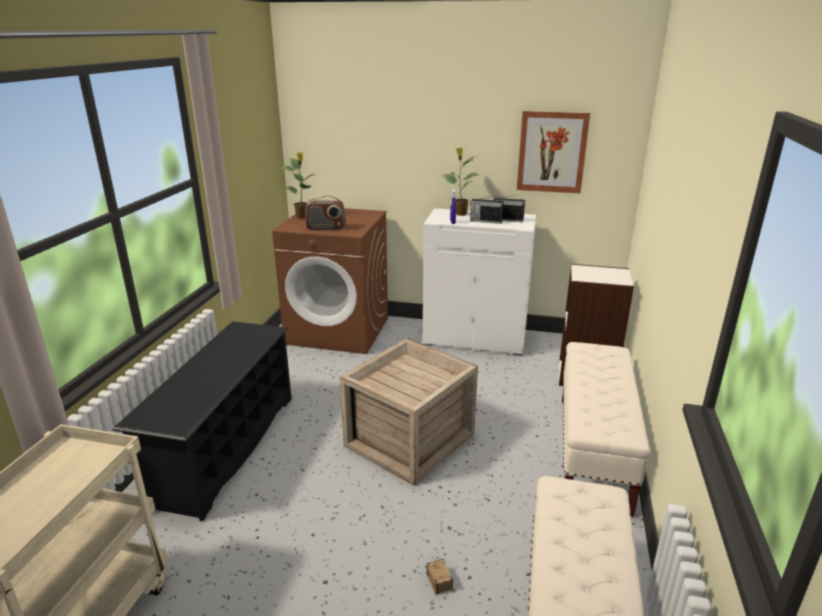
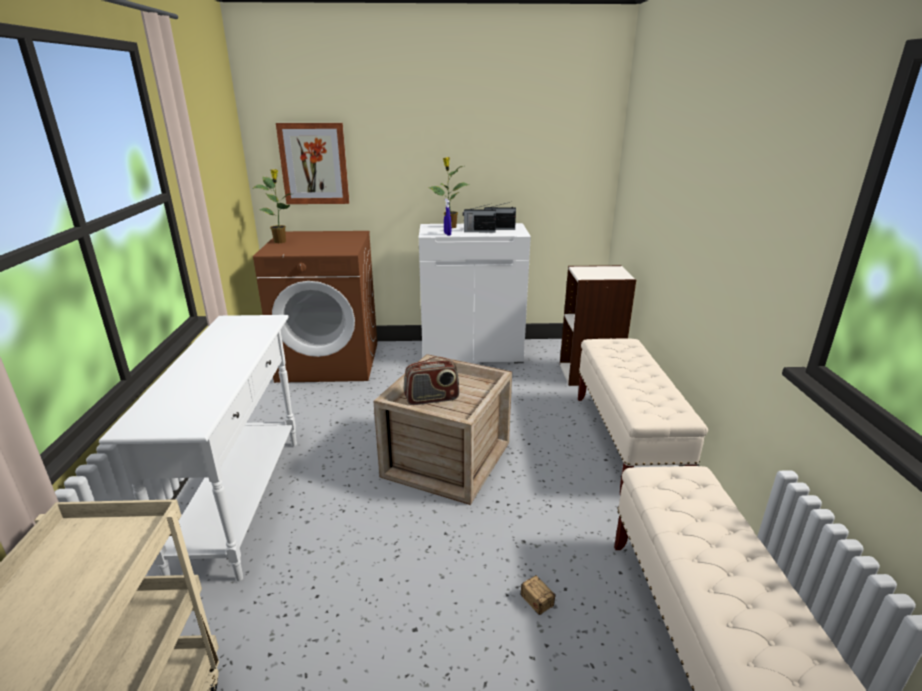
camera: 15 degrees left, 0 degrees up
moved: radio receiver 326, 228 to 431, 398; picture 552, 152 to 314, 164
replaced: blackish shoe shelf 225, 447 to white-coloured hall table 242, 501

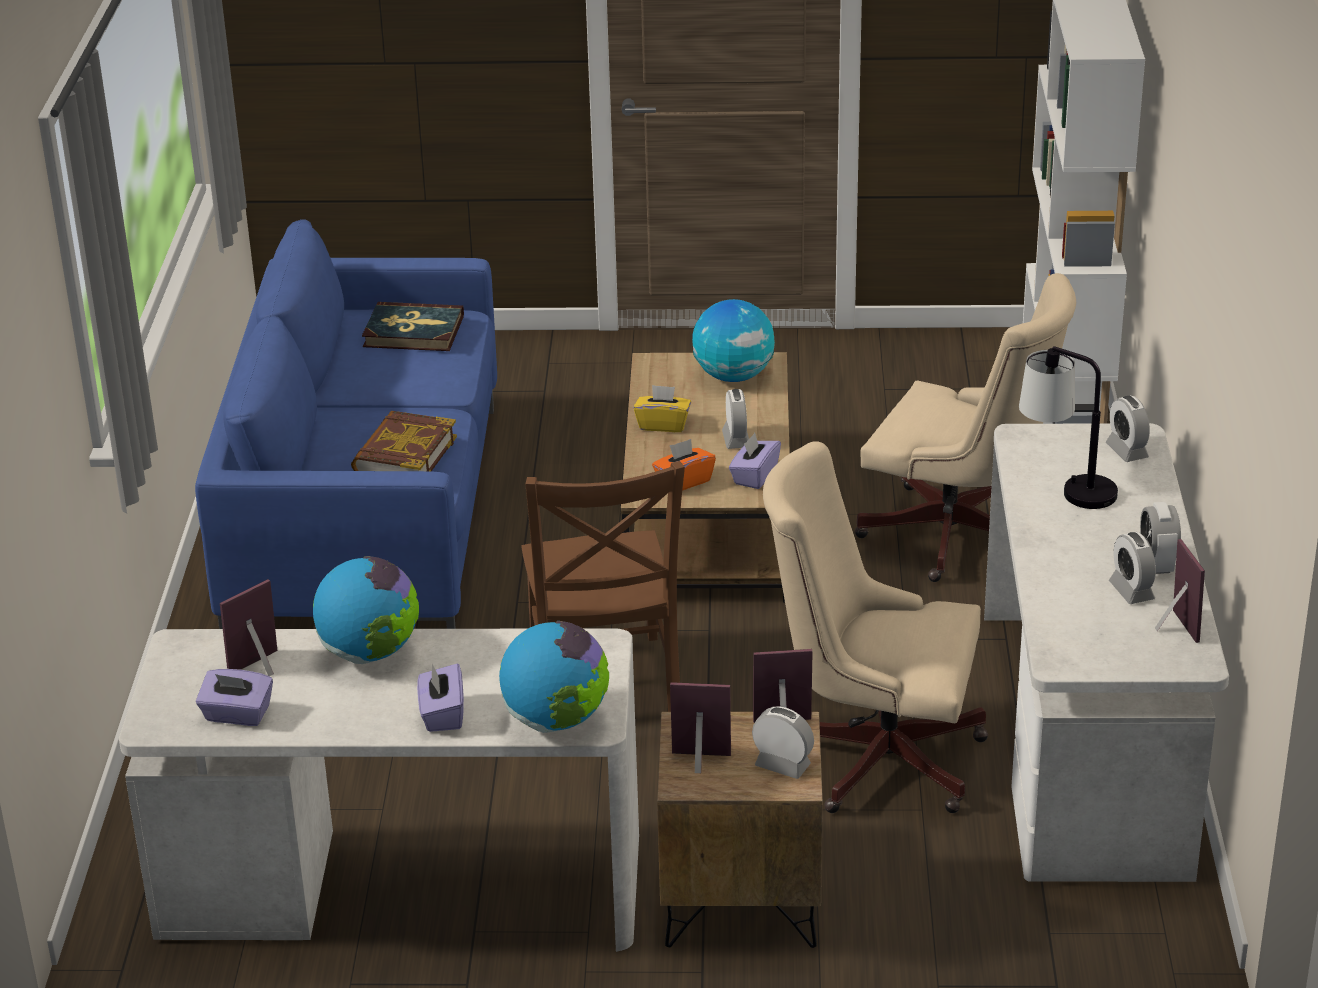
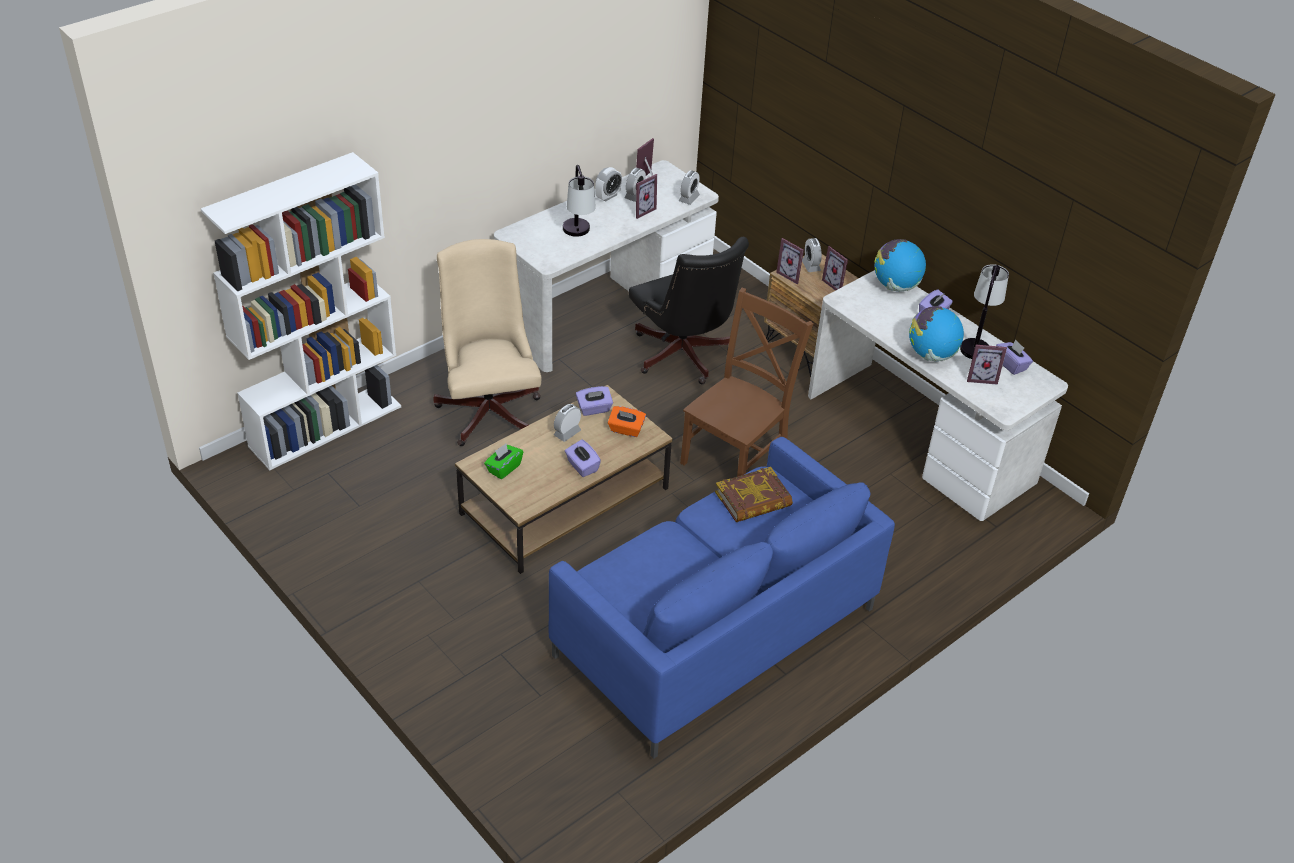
camera: 135 degrees left, 10 degrees up
removed: bound book 413, 331
added: standing frame 641, 210; table lamp 976, 342
moved: alarm clock 1127, 451 to 689, 198
replaced: desk globe 733, 376 to greenish tissue holder 504, 468
recoloured: yellow-coloured tissue holder 663, 425 to purple-coloured tissue holder 582, 466; beige-coloured computer chair 873, 755 to blackish computer chair 683, 358

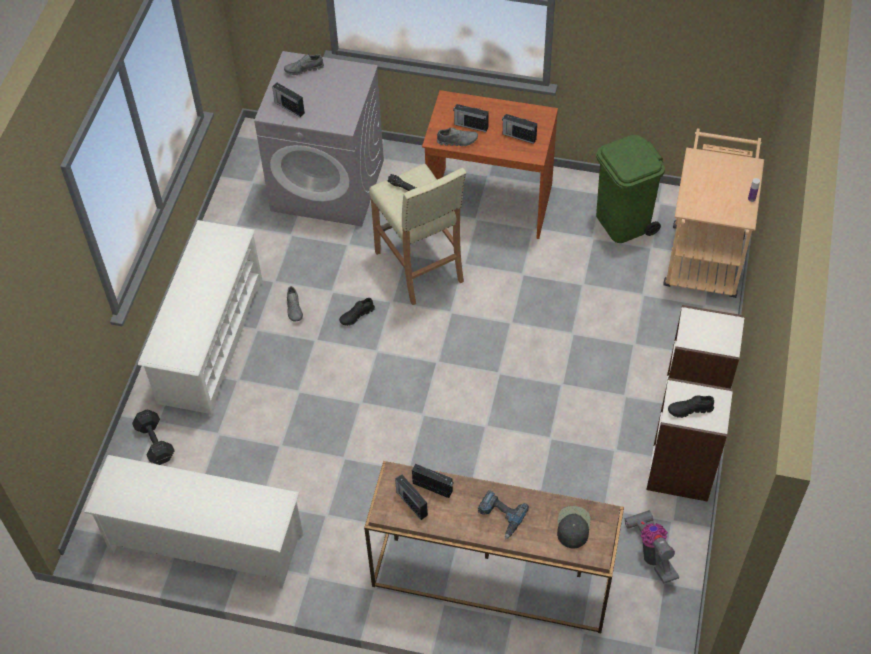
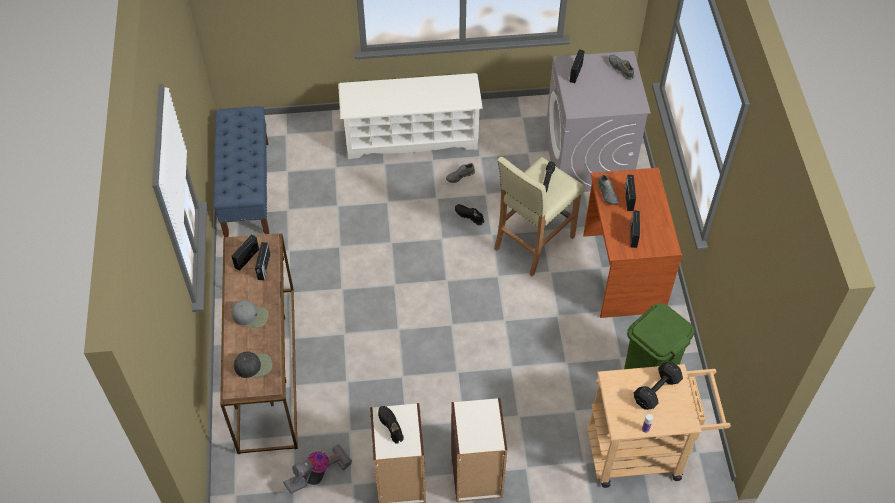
camera: 70 degrees right, 0 degrees up
moved: blackish dumbbell 155, 444 to 655, 391
replaced: white-coloured shoe shelf 205, 543 to blue-coloured indoor bench 246, 188; power drill 500, 516 to greyish peaked cap 250, 316

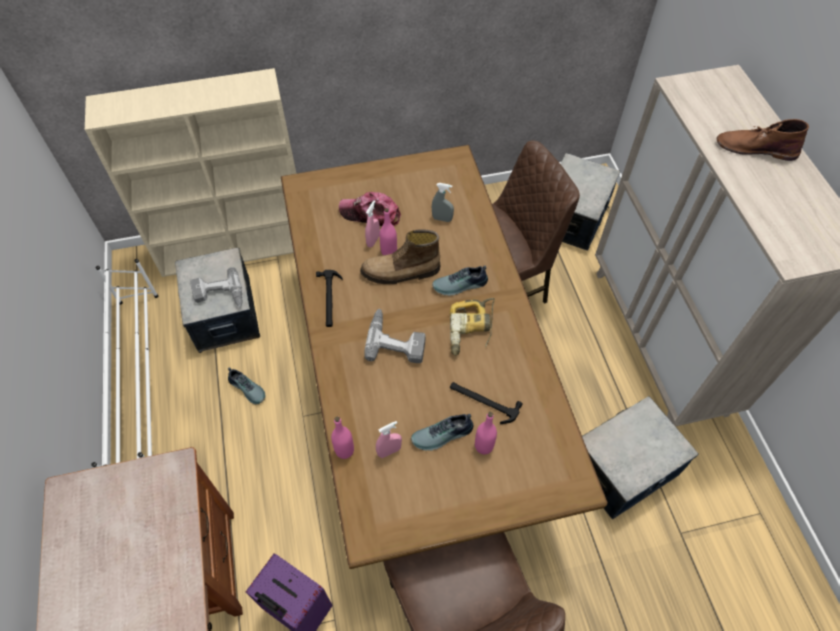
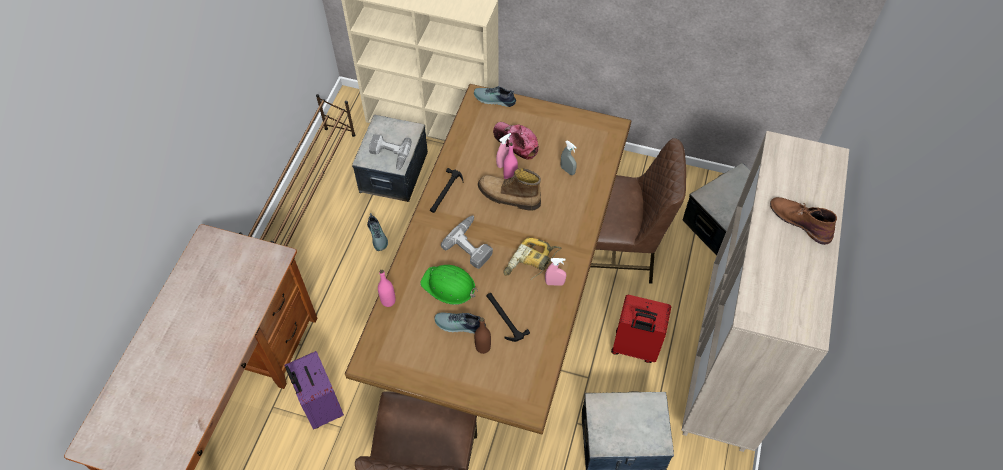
camera: 30 degrees right, 0 degrees up
added: greenish hard hat 449, 286; red travel case 634, 348
moved: pink-coloured spray bottle 389, 451 to 554, 283; item of footwear 460, 286 to 494, 100
recoloured: white-coloured shoe shelf 140, 383 to brown-coloured shoe shelf 307, 196; pink-coloured bottle 484, 446 to brown-coloured bottle 483, 347

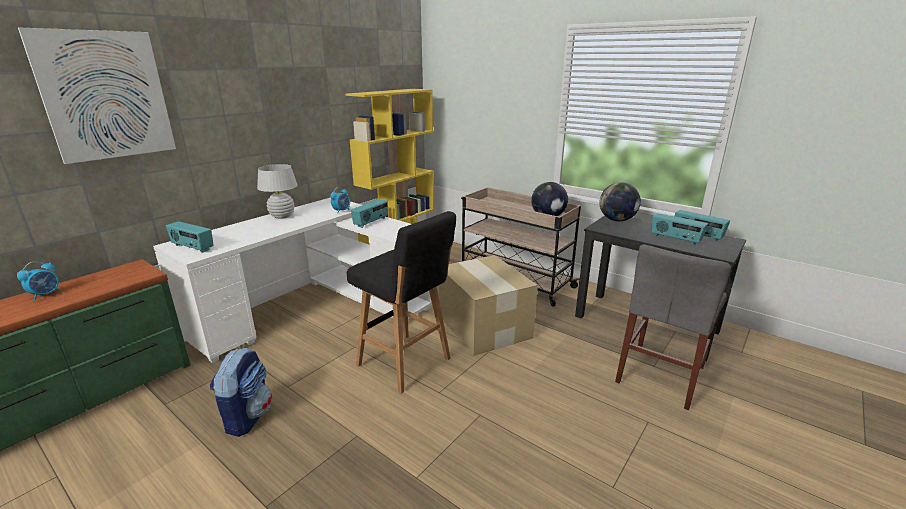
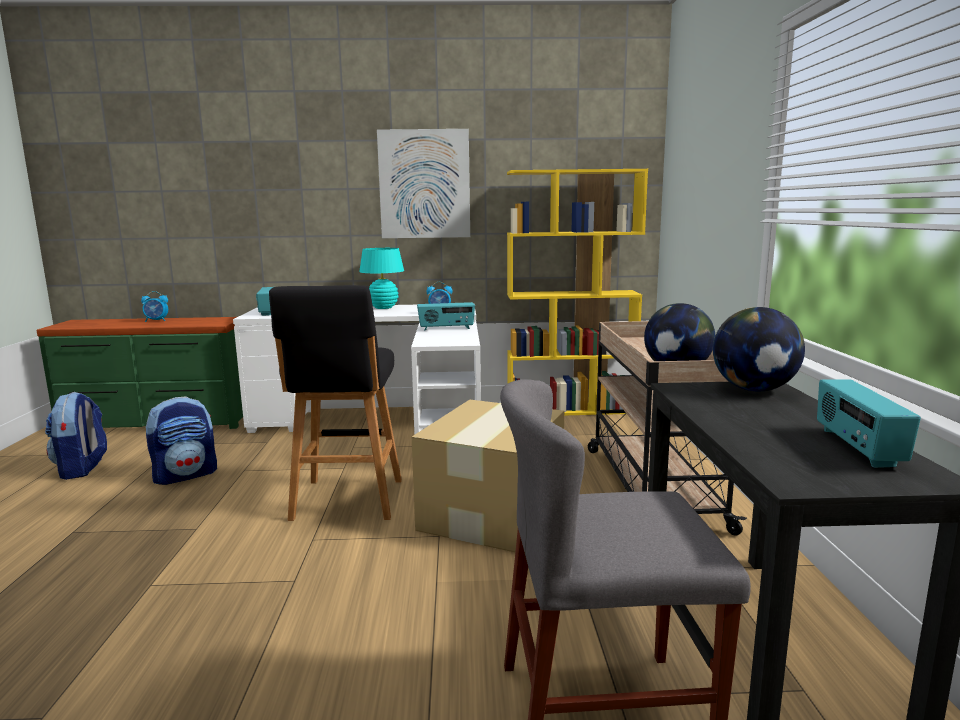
camera: 50 degrees right, 10 degrees down
removed: radio receiver 675, 239
added: backpack 82, 469
moved: picture 106, 96 to 424, 184
recoloured: white-coloured table lamp 282, 216 to turquoise-coloured table lamp 383, 308

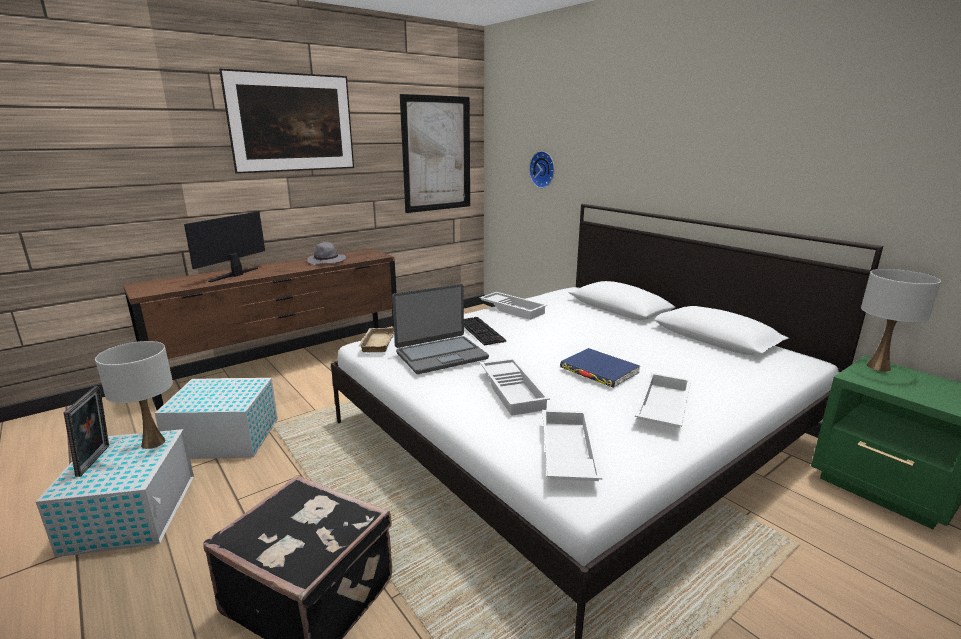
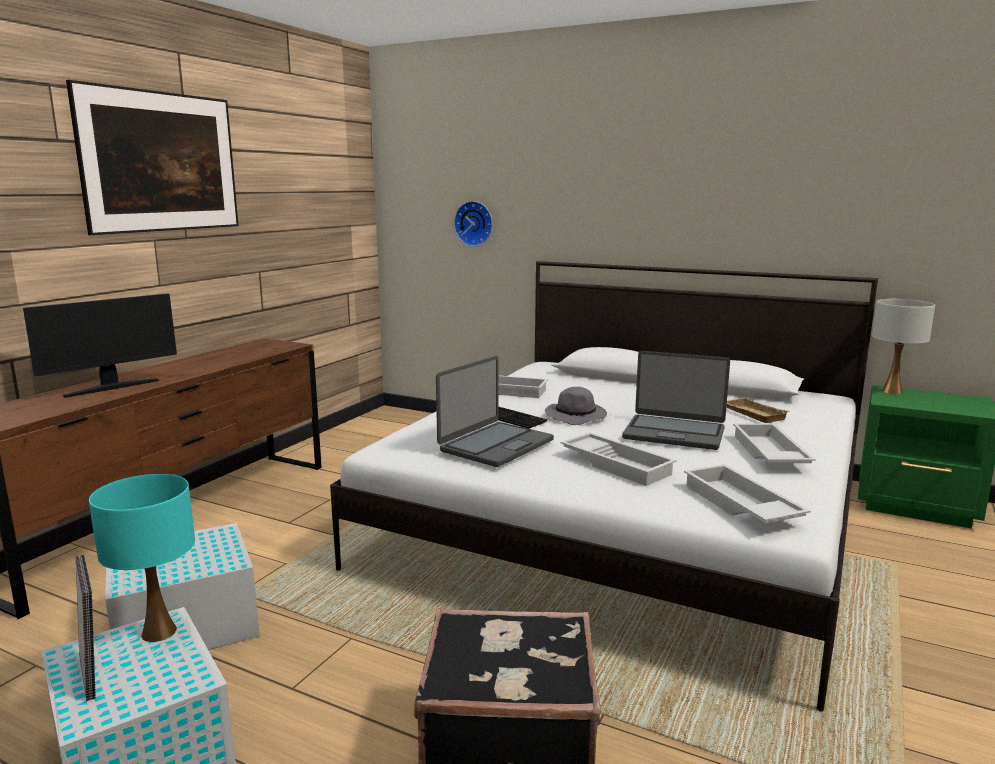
camera: 25 degrees left, 5 degrees down
removed: picture 437, 154
moved: greyish clothing hat 327, 261 to 576, 416; beige-coloured carrying tray 376, 343 to 752, 414
replaced: blue-coloured bound book 599, 371 to laptop 674, 433
recoloured: white-coloured table lamp 153, 443 to turquoise-coloured table lamp 159, 632
turned: computer display 235, 275 = 111, 387 135 degrees counterclockwise

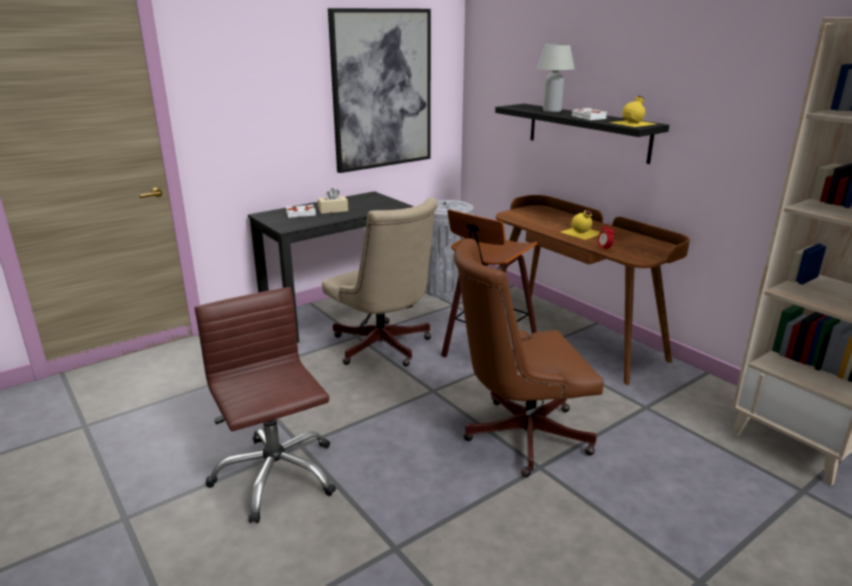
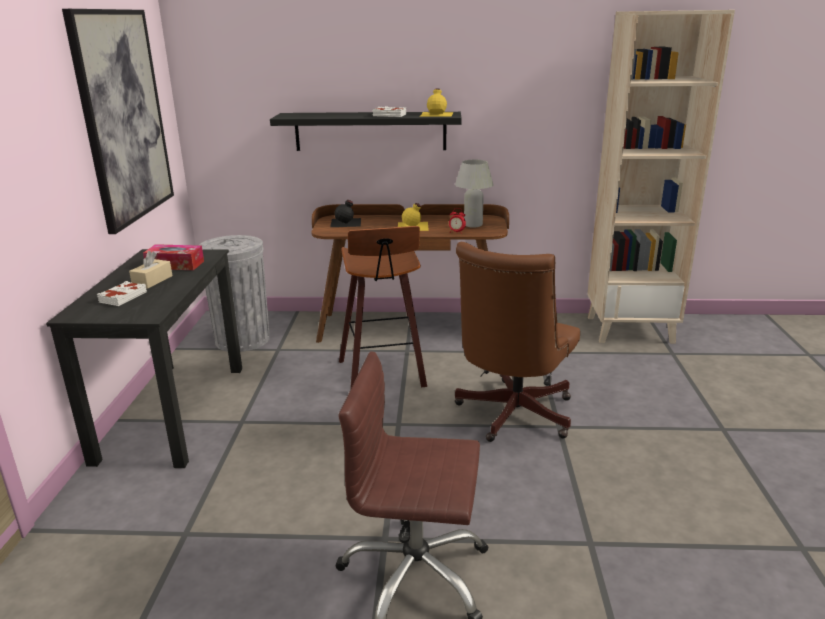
camera: 50 degrees left, 0 degrees up
removed: beige-coloured computer chair 384, 348
added: tissue holder 175, 265; blackish bottle 346, 222
moved: white-coloured table lamp 552, 111 to 473, 225

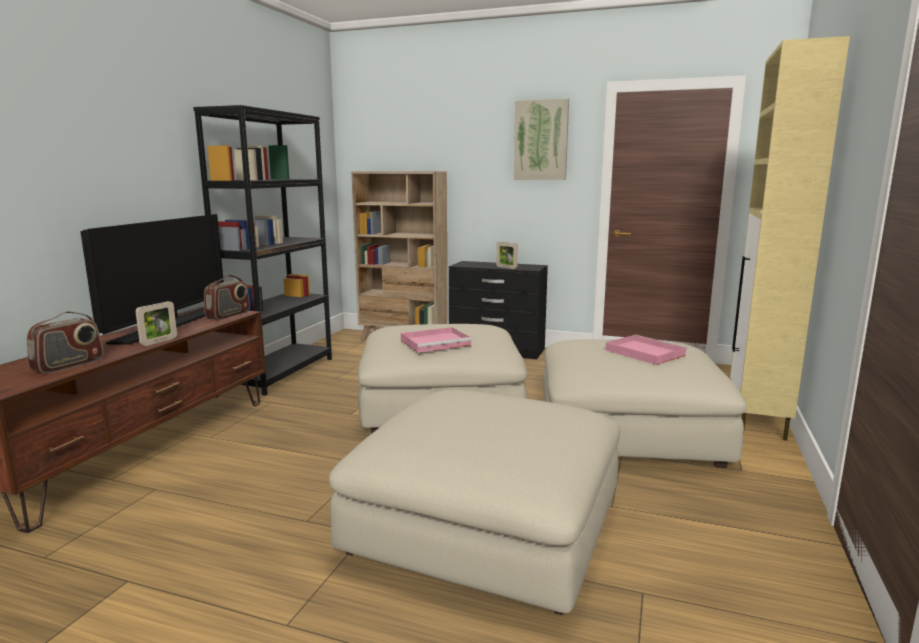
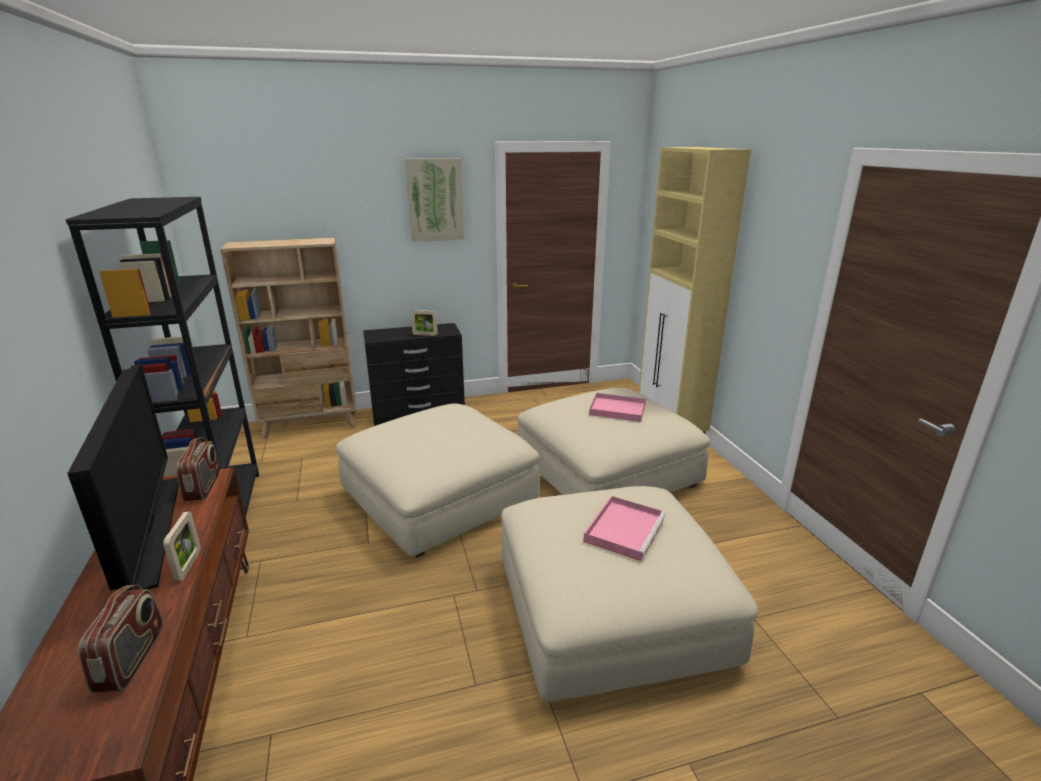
camera: 35 degrees left, 10 degrees up
moved: pink-coloured carrying tray 436, 342 to 624, 529

